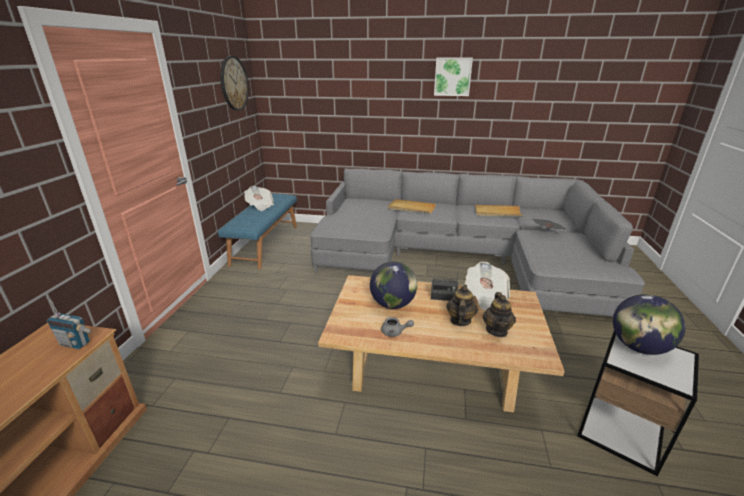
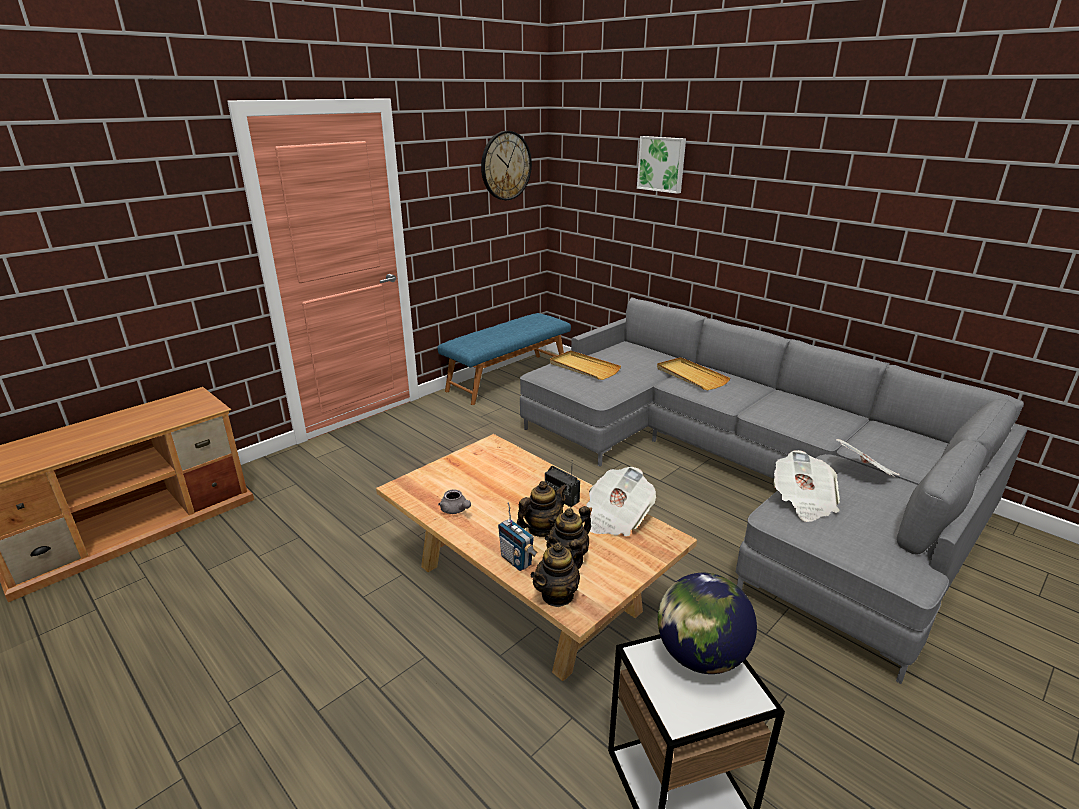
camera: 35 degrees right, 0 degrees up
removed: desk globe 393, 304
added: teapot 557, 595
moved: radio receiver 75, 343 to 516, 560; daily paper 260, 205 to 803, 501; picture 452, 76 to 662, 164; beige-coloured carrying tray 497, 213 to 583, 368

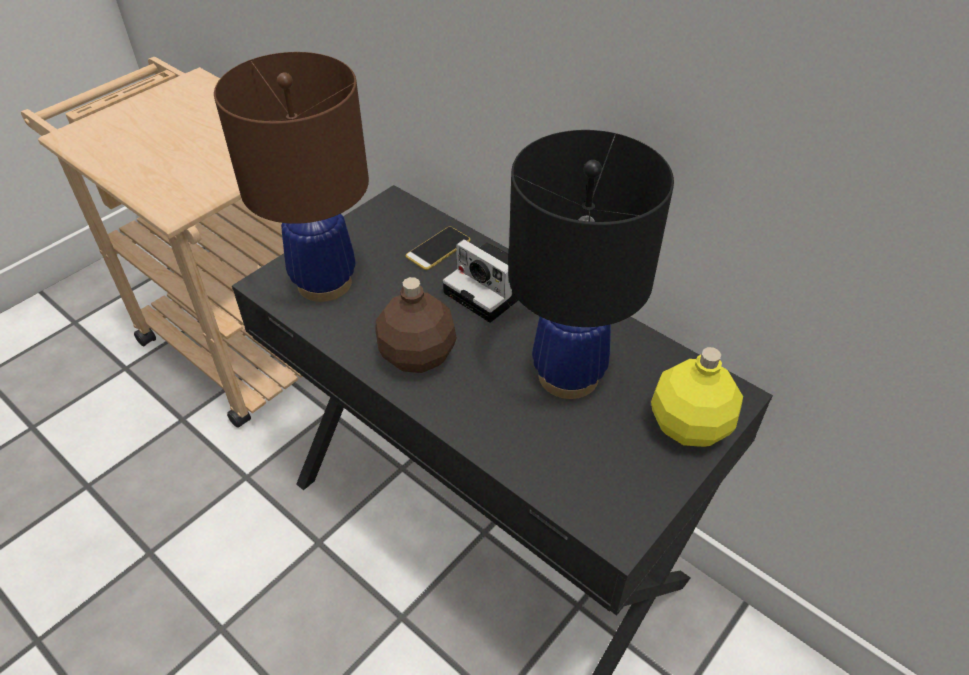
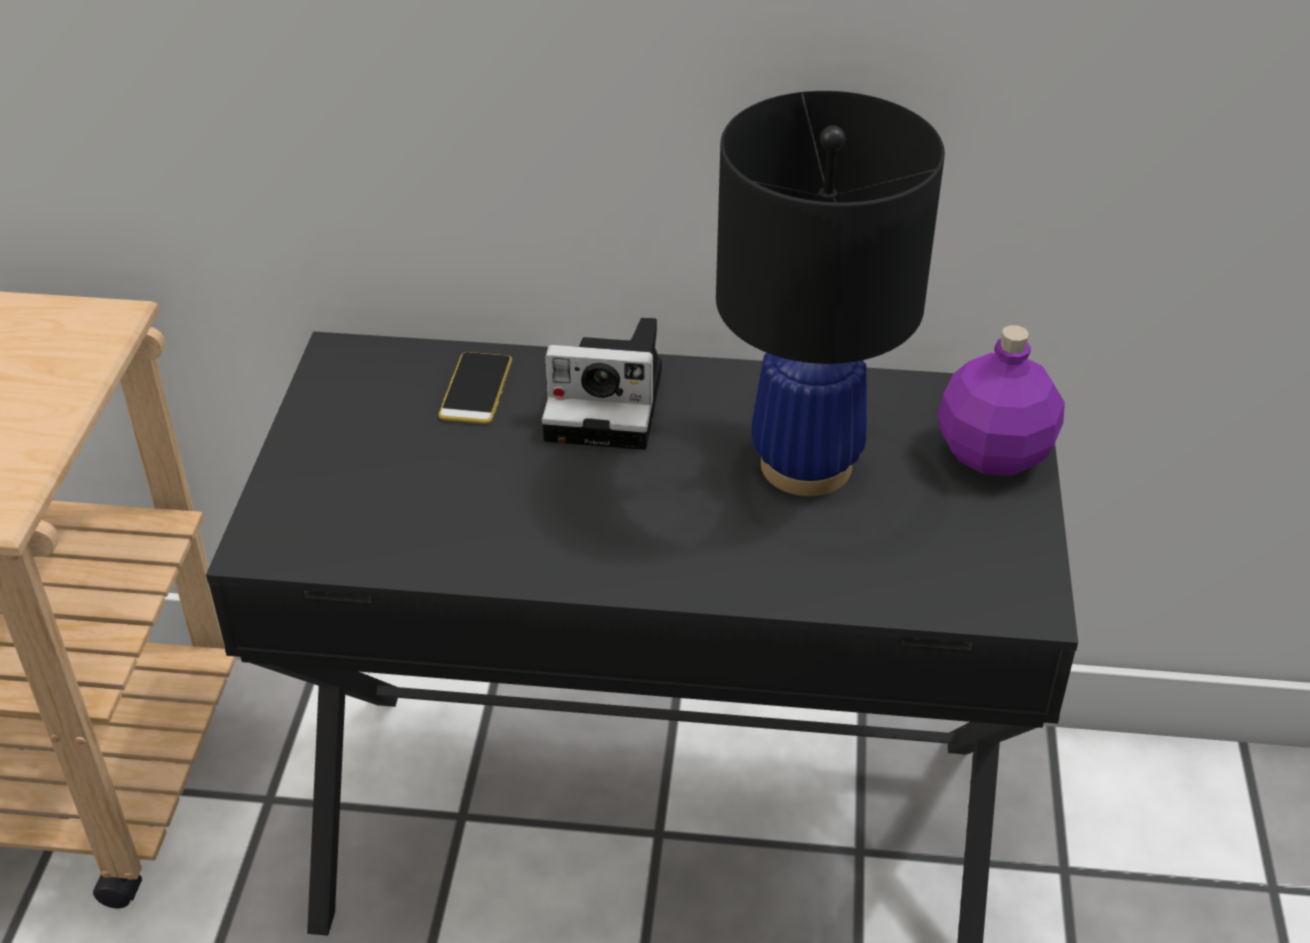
camera: 35 degrees left, 5 degrees down
removed: brown-coloured table lamp 325, 283; brown-coloured bottle 419, 355
recoloured: yellow-coloured bottle 689, 426 to purple-coloured bottle 995, 454

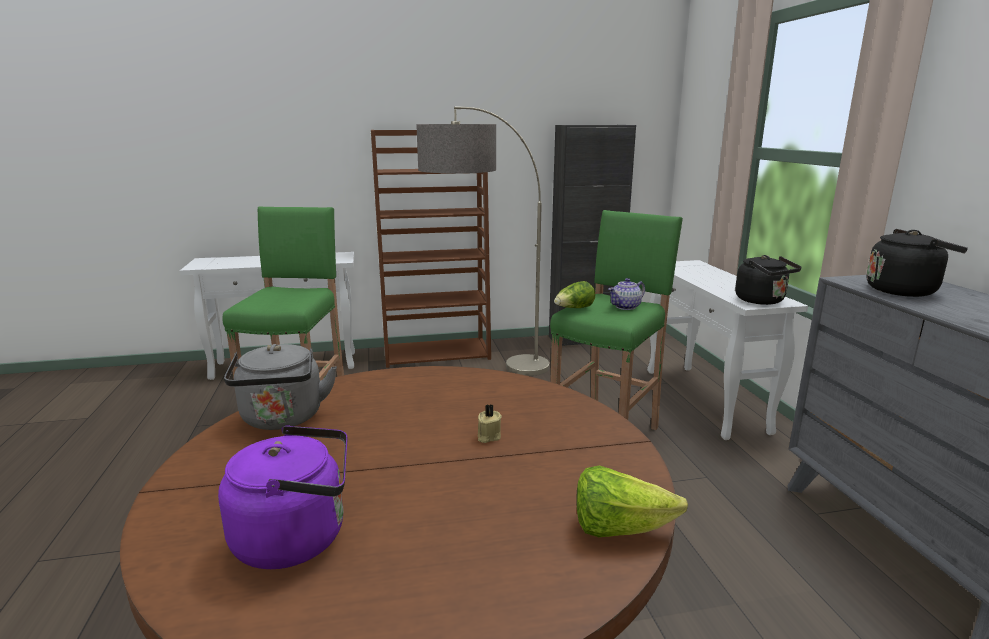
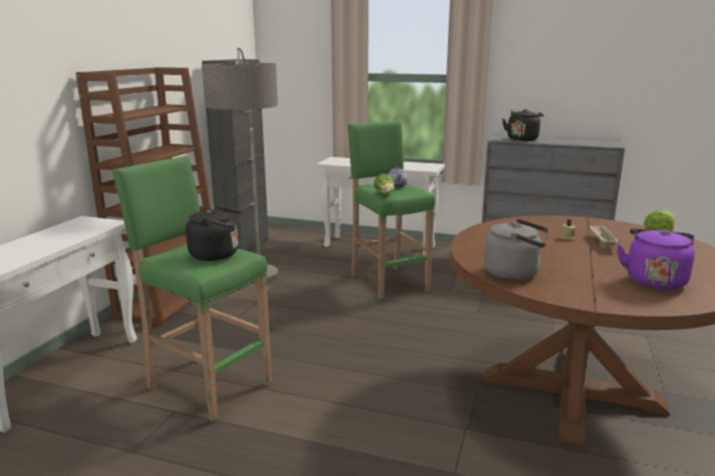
camera: 60 degrees left, 0 degrees up
added: beige-coloured carrying tray 602, 242
moved: blackish tea kettle 762, 301 to 218, 255

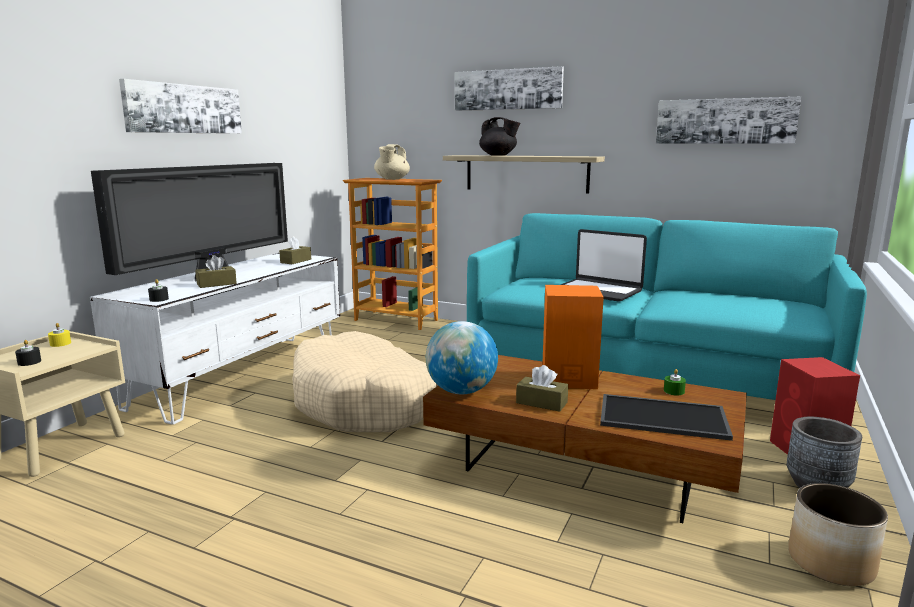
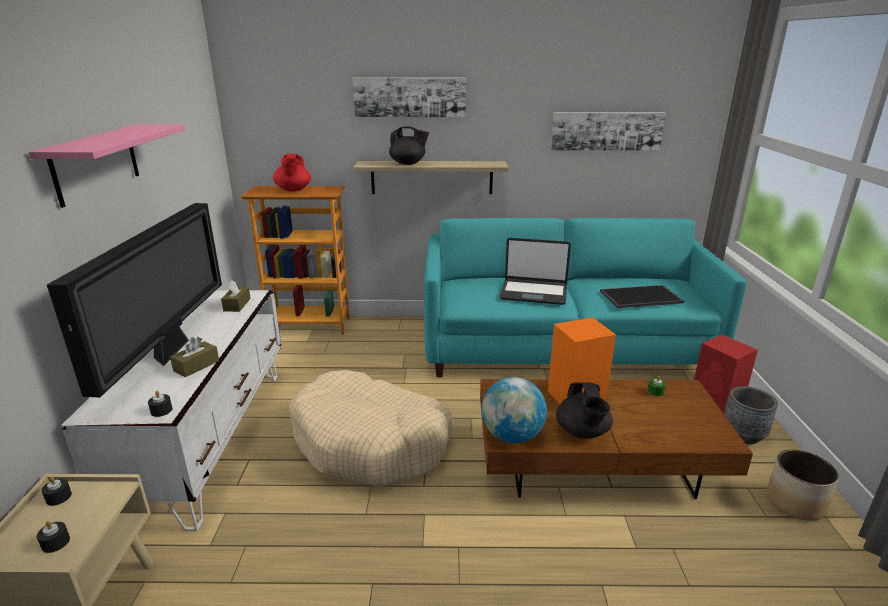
camera: 25 degrees left, 10 degrees up
moved: carrying tray 661, 418 to 640, 297
replaced: picture 184, 109 to pink-coloured bracket shelf 96, 163; brown-coloured tissue holder 541, 403 to blackish teapot 582, 432
recoloured: yellow-coloured wax light 60, 343 to blackish wax light 58, 497; beige-coloured teapot 392, 179 to red teapot 293, 190

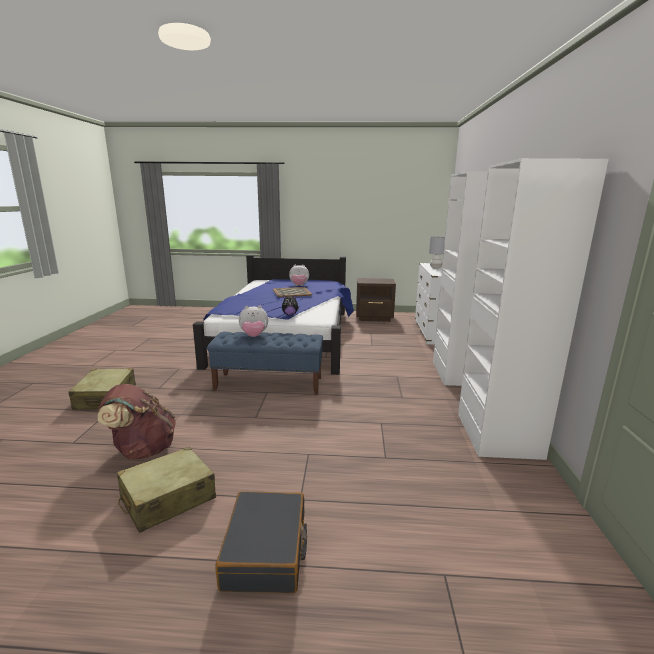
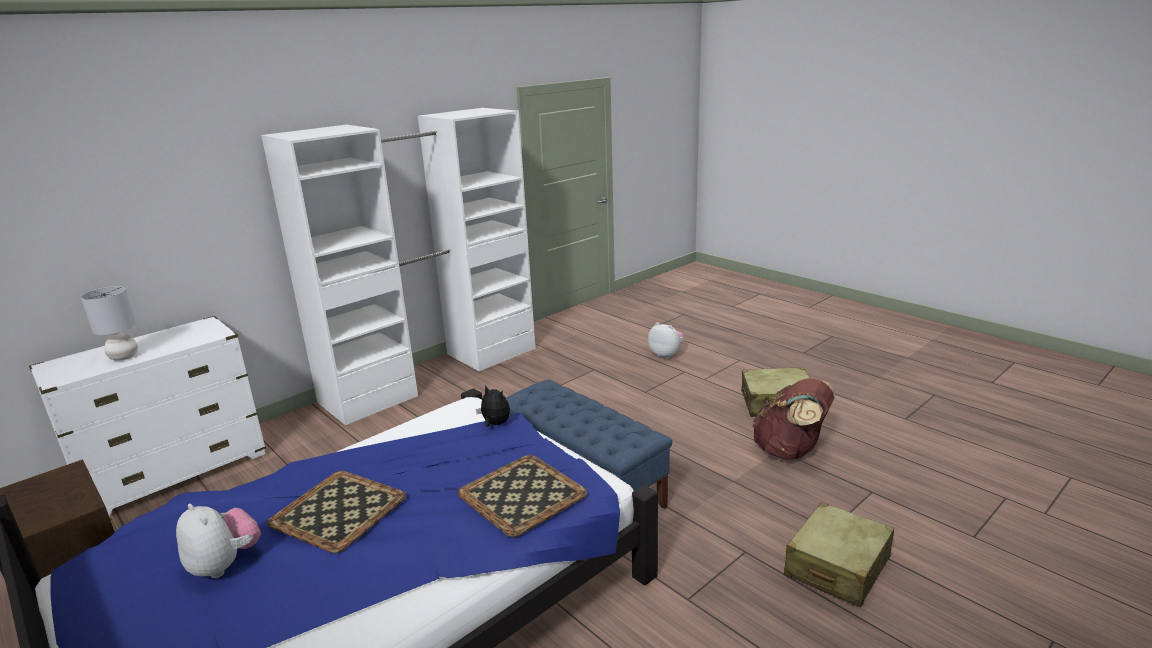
camera: 135 degrees left, 5 degrees up
removed: blackish travel case 266, 551
added: carrying tray 523, 494
moved: soft toy 254, 336 to 666, 354

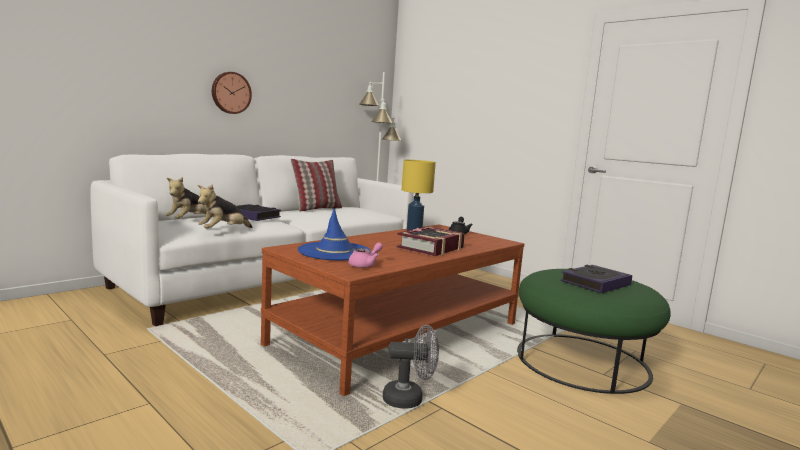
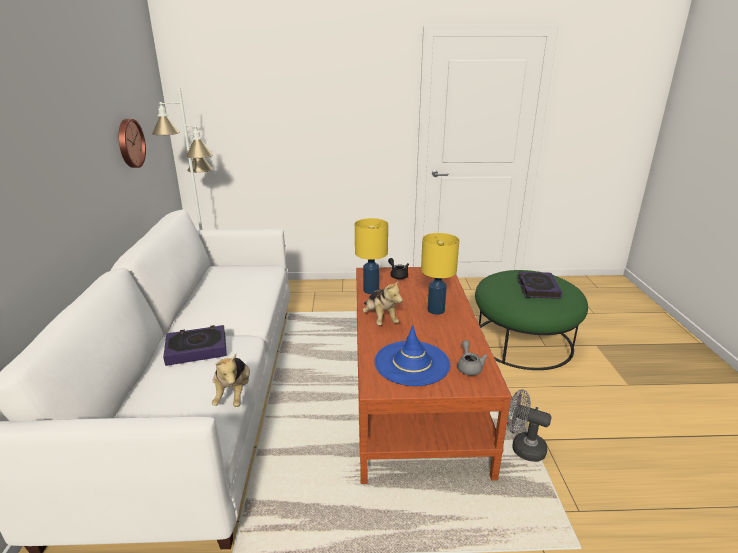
camera: 45 degrees left, 15 degrees up
removed: throw pillow 316, 209
moved: soft toy 188, 221 to 380, 319; hanging clock 230, 93 to 129, 143
replaced: bound book 431, 248 to yellow-coloured table lamp 436, 310
recoloured: pink-coloured teapot 365, 265 to greyish teapot 469, 367
turned: greyish fan 409, 399 = 522, 447 105 degrees counterclockwise

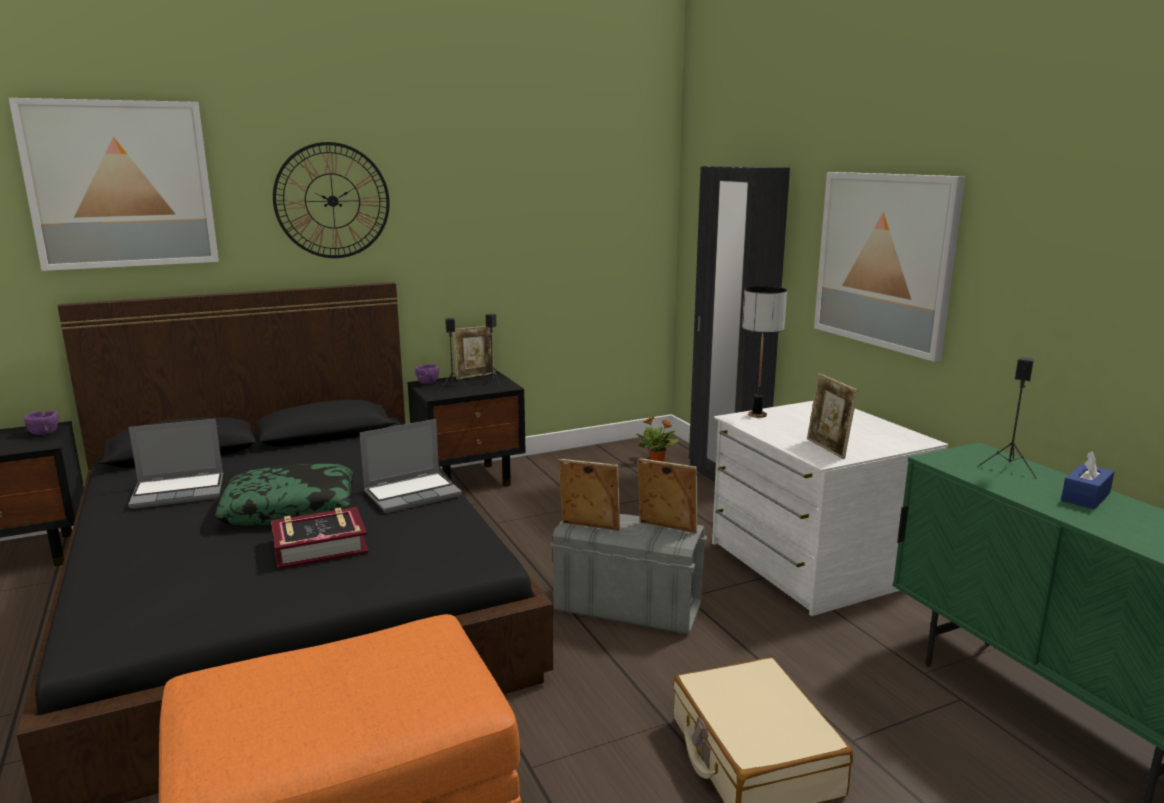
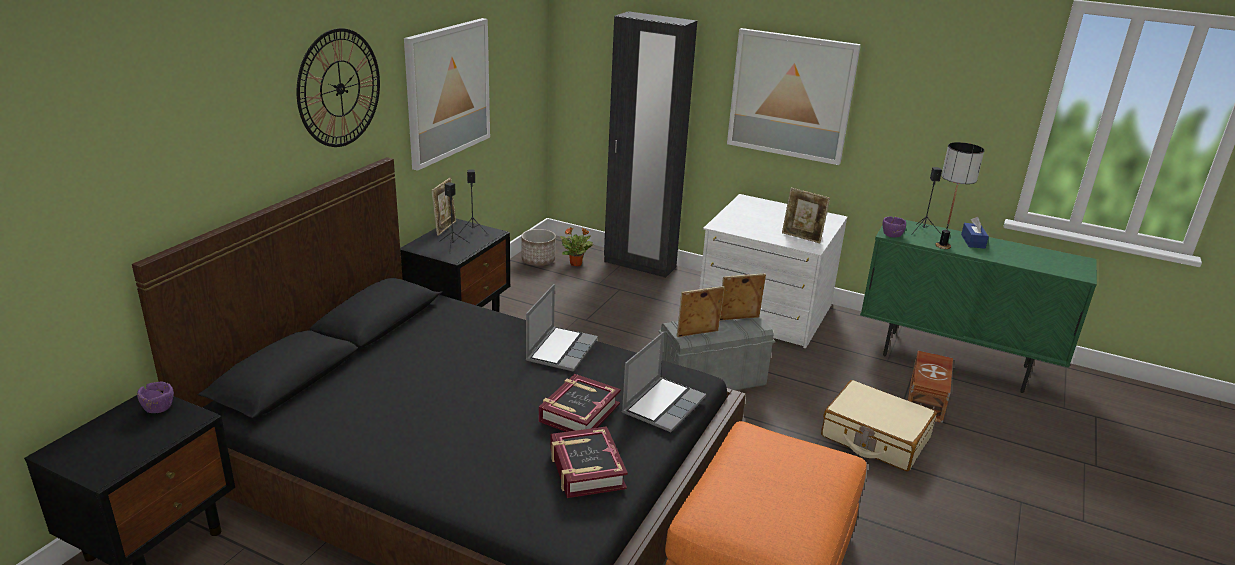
camera: 40 degrees left, 10 degrees up
removed: throw pillow 290, 508
added: planter 538, 261; bound book 586, 469; brown-coloured storage box 927, 399
moved: picture 121, 185 to 448, 91; laptop 180, 491 to 663, 405; purple-coloured bowl 427, 382 to 891, 235; table lamp 757, 415 to 943, 246

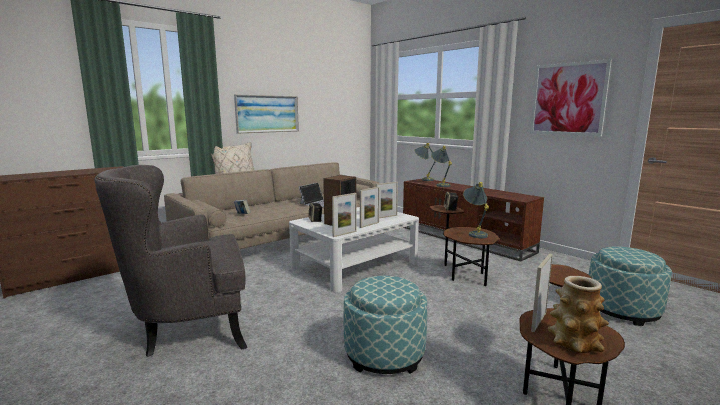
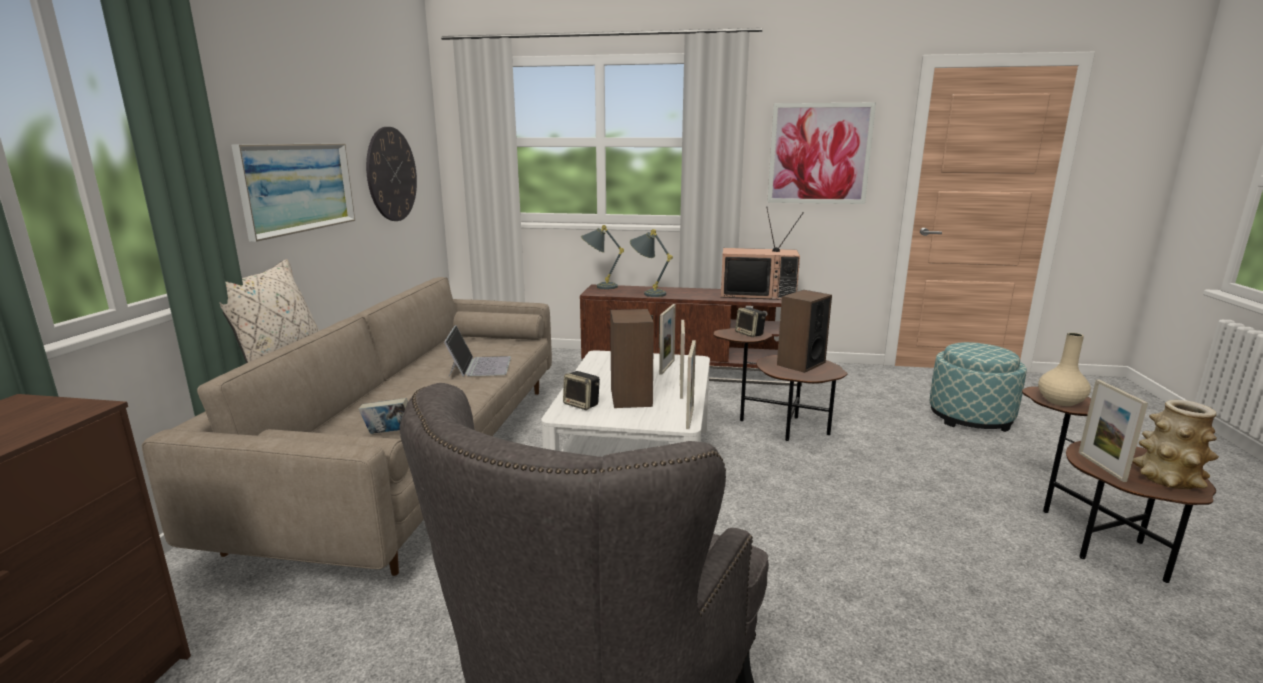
camera: 40 degrees left, 5 degrees up
removed: pouffe 384, 354
added: hanging clock 391, 174; TV set 758, 294; beige-coloured vase 1060, 401
replaced: greyish table lamp 475, 233 to audio speaker 800, 363

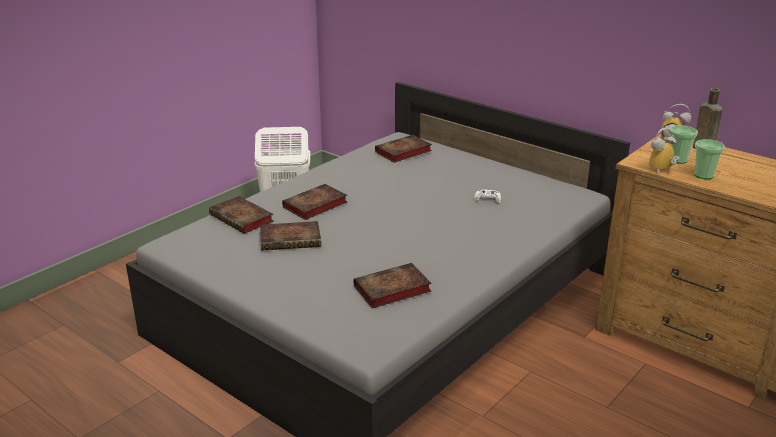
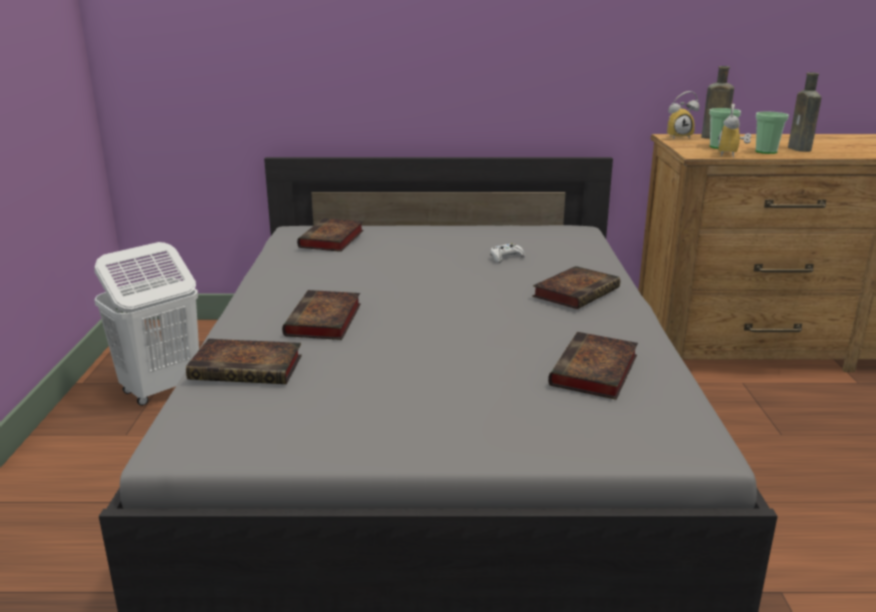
camera: 40 degrees left, 5 degrees down
added: brown-coloured bottle 800, 149
moved: bound book 292, 239 to 576, 292

